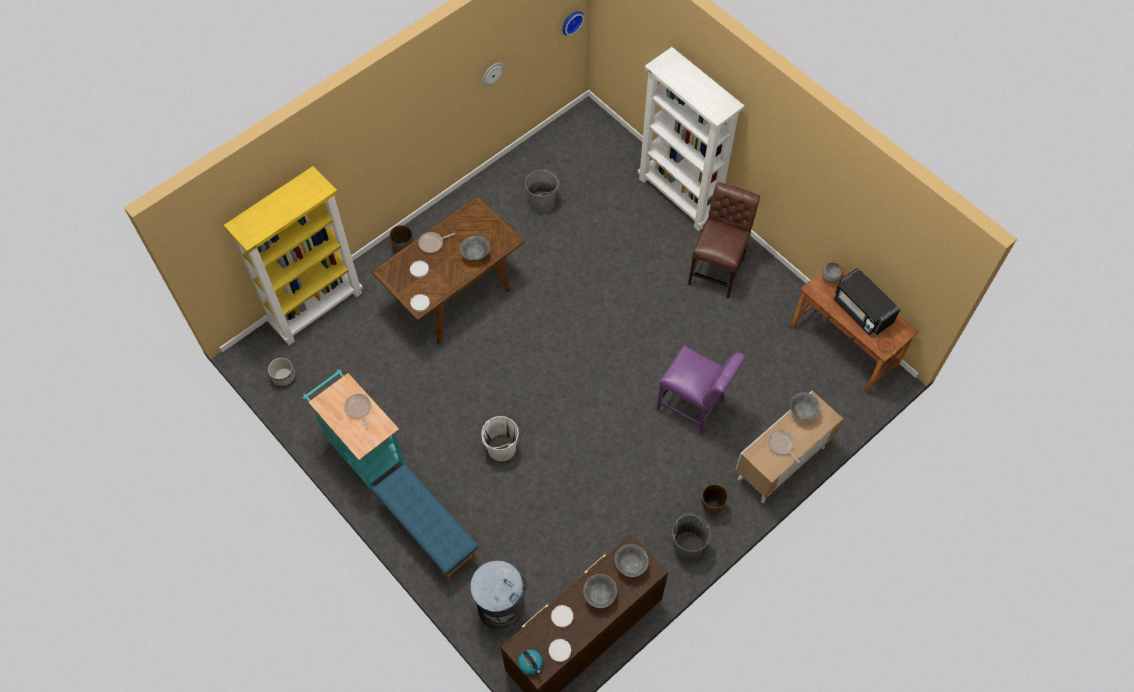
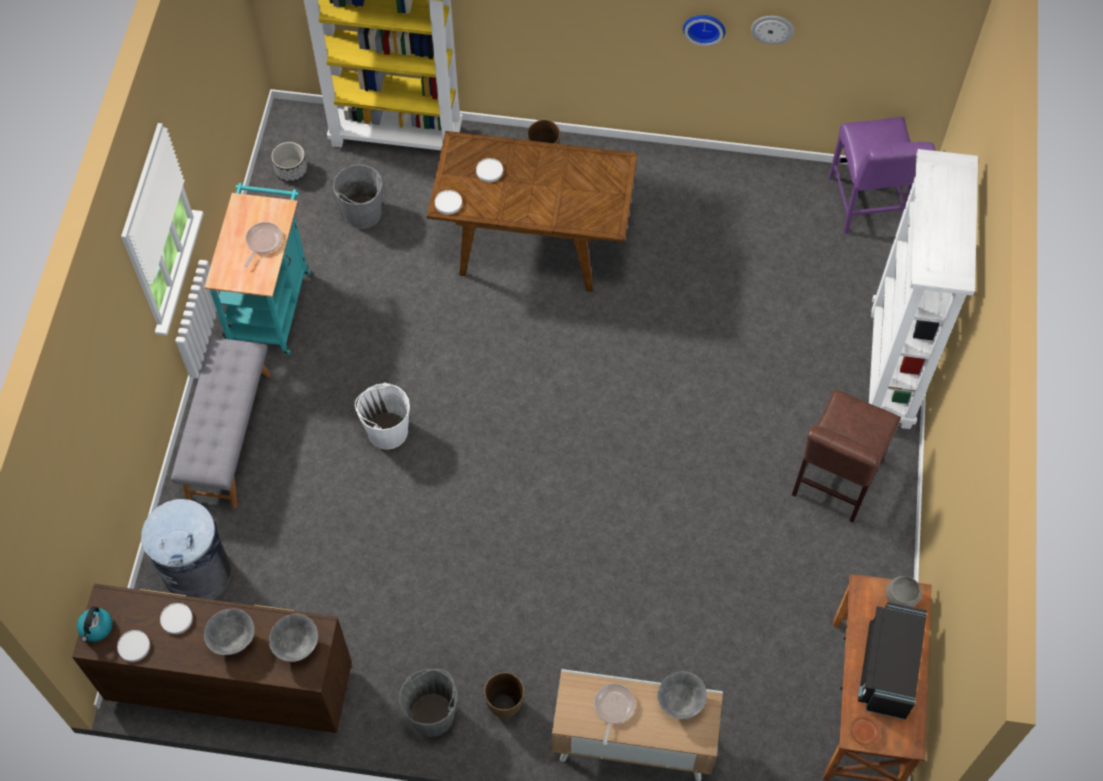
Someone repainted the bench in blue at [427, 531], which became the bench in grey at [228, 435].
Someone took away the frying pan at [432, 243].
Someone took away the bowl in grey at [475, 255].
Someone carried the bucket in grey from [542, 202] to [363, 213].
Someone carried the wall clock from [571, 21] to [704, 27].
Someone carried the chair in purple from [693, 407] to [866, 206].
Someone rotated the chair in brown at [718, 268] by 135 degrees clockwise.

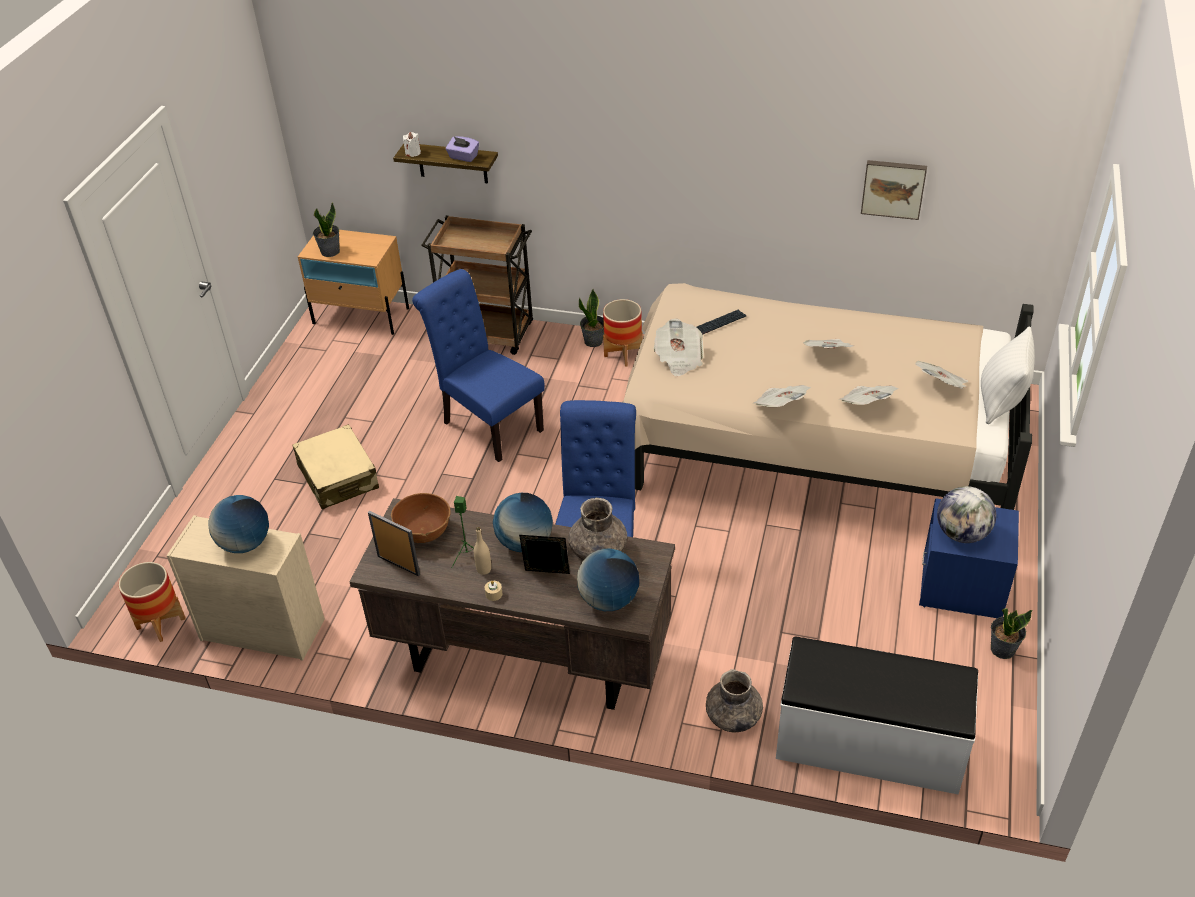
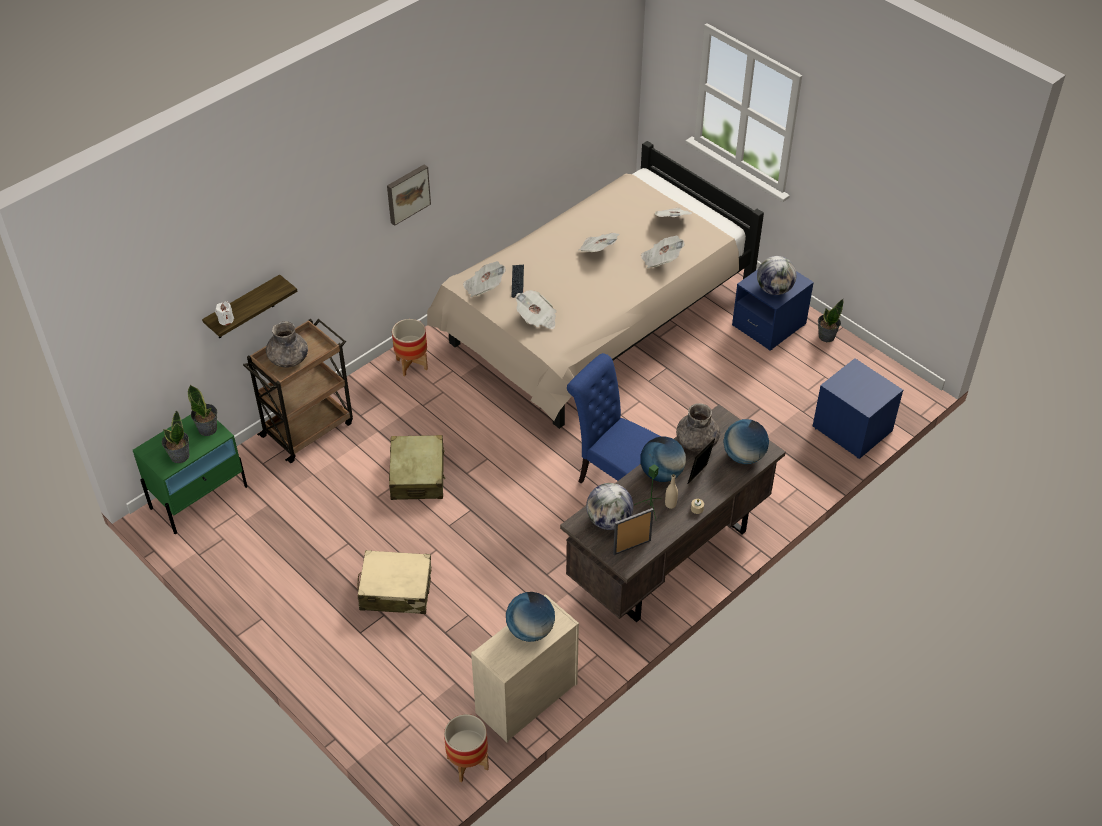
Someone repainted the nightstand in beige at [361, 316], which became the nightstand in green at [199, 497].
Someone swapped the bowl in brown at [424, 531] for the globe at [609, 521].
Someone swapped the chair in blue at [487, 424] for the suitcase in beige at [417, 475].
Someone took away the tissue box in purple at [463, 157].
Someone carried the potted plant from [593, 341] to [208, 429].
Someone carried the vase in grey from [733, 716] to [288, 359].
Someone carried the newspaper from [780, 406] to [484, 287].
Someone swapped the bench in white at [869, 744] for the nightstand in blue at [852, 429].
Someone carried the picture from [893, 188] to [407, 193].
Someone took away the pillow in white at [1000, 401].

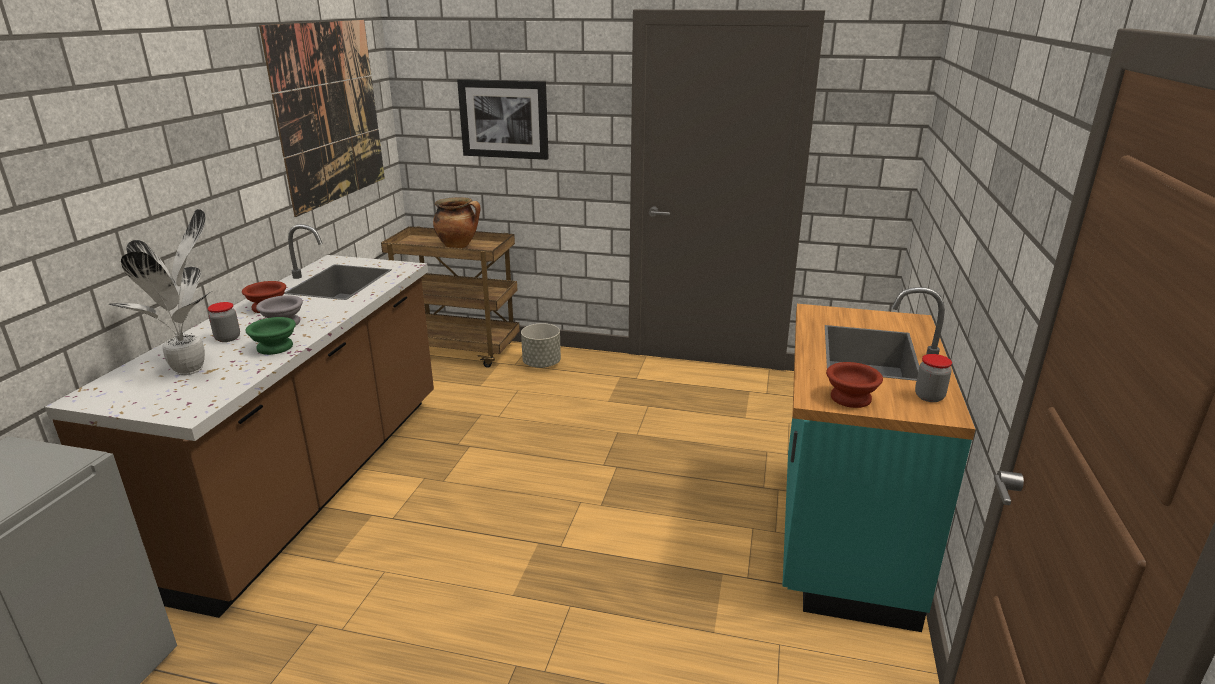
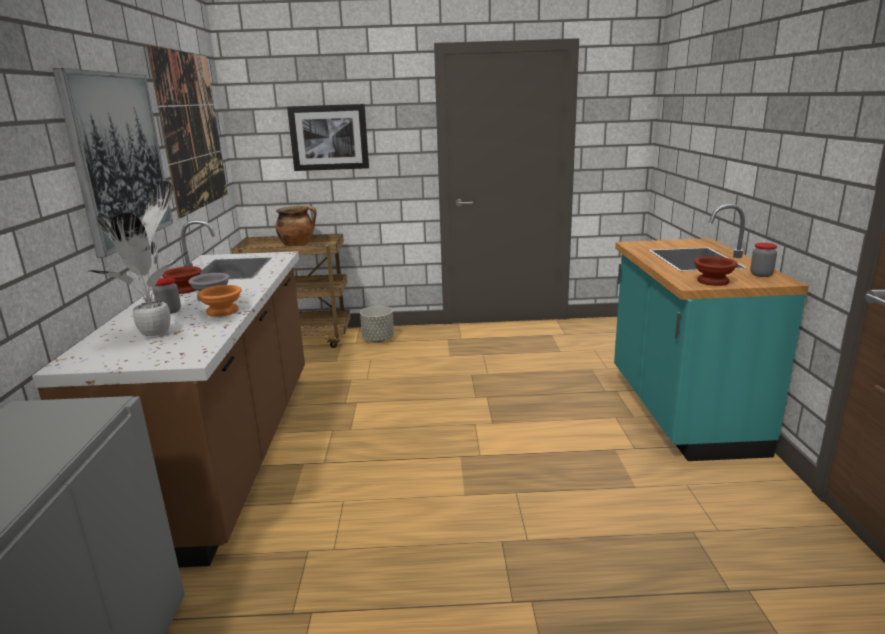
Someone repainted the bowl in green at [274, 347], which became the bowl in orange at [221, 311].
Someone put up the picture at [119, 159].

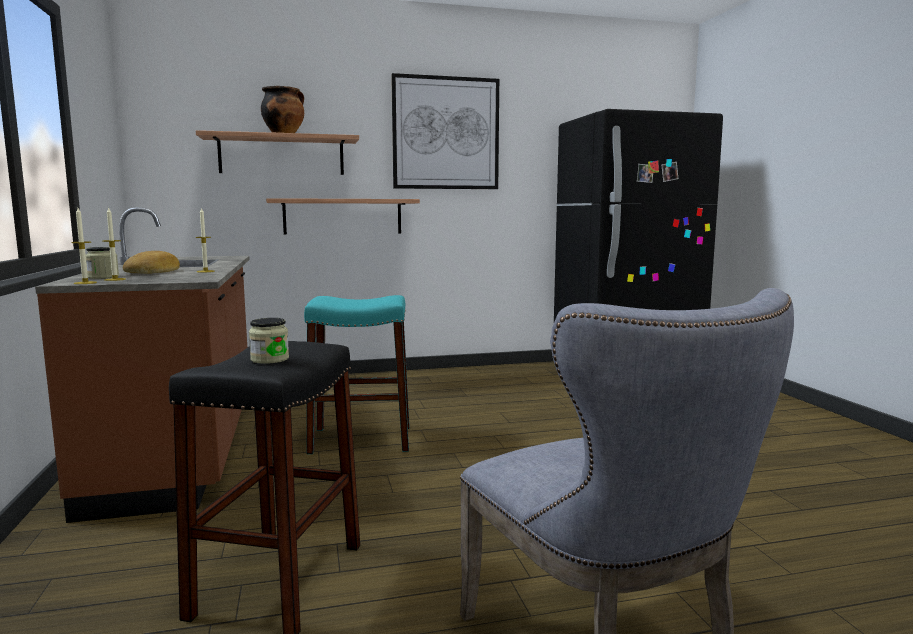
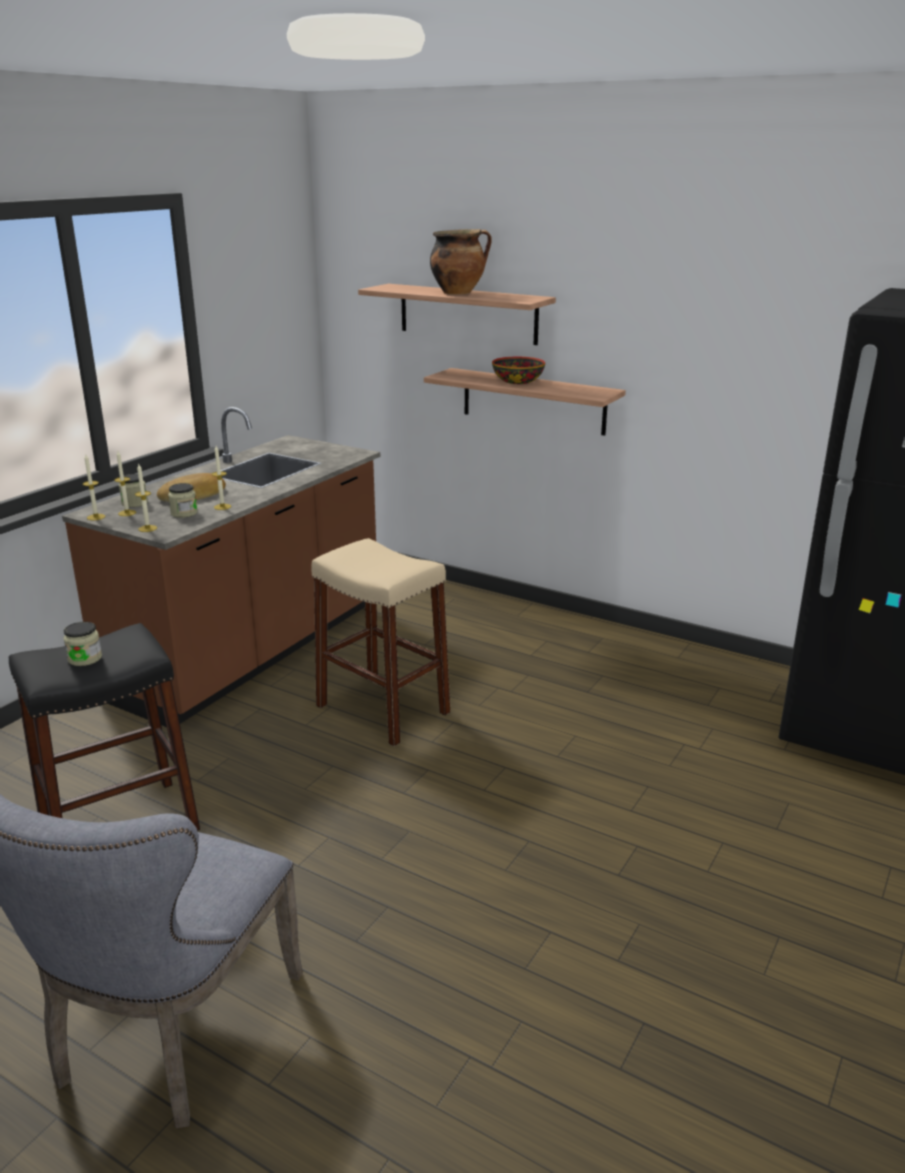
Someone repainted the stool in turquoise at [360, 439], which became the stool in beige at [382, 709].
Someone took away the picture at [446, 133].
Someone put down the candle at [147, 528].
Someone put down the jar at [184, 513].
Someone put down the bowl at [517, 381].

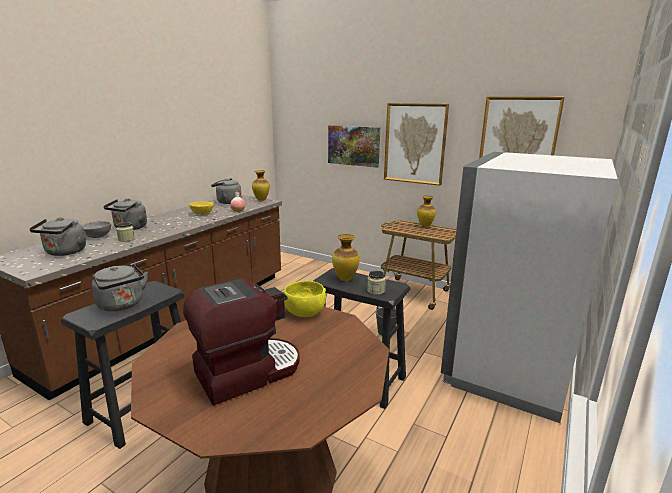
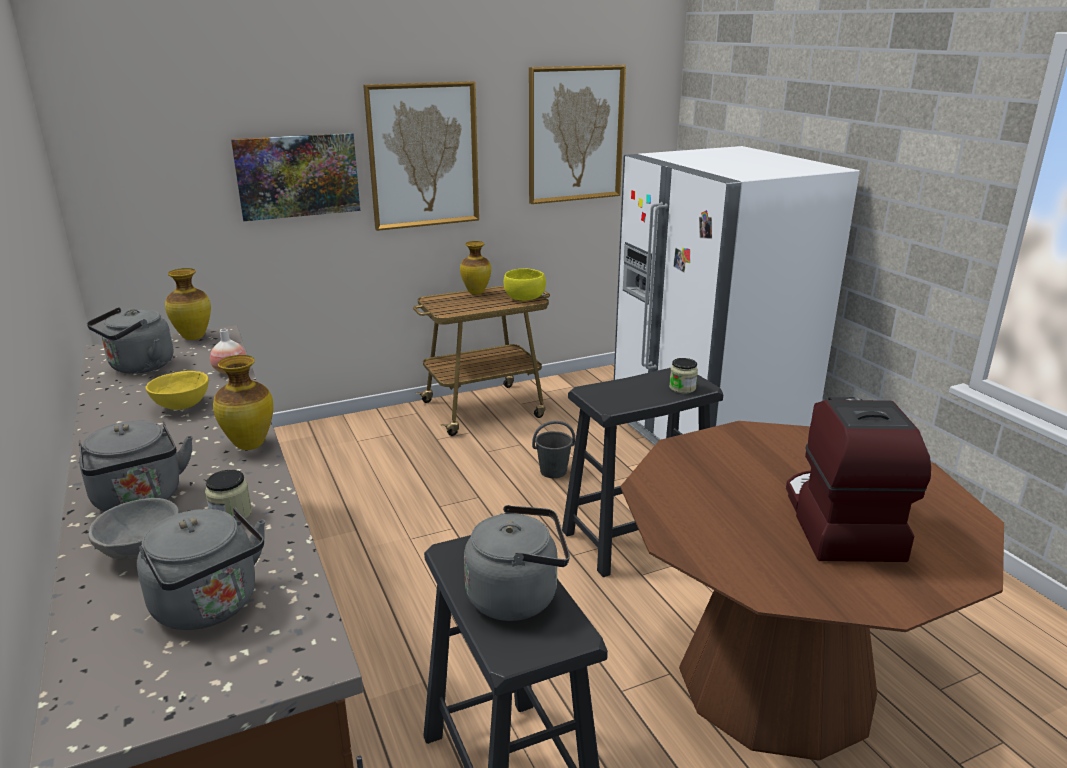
Someone carried the bowl in yellow from [305, 313] to [525, 298].
Someone carried the vase from [345, 279] to [249, 445].

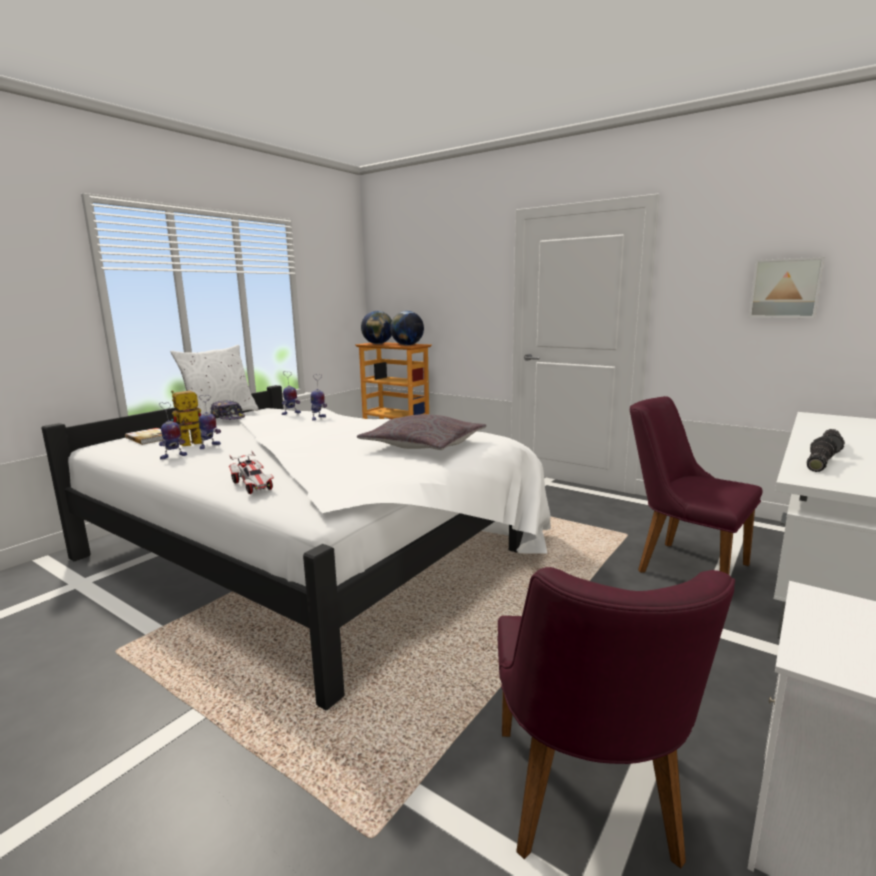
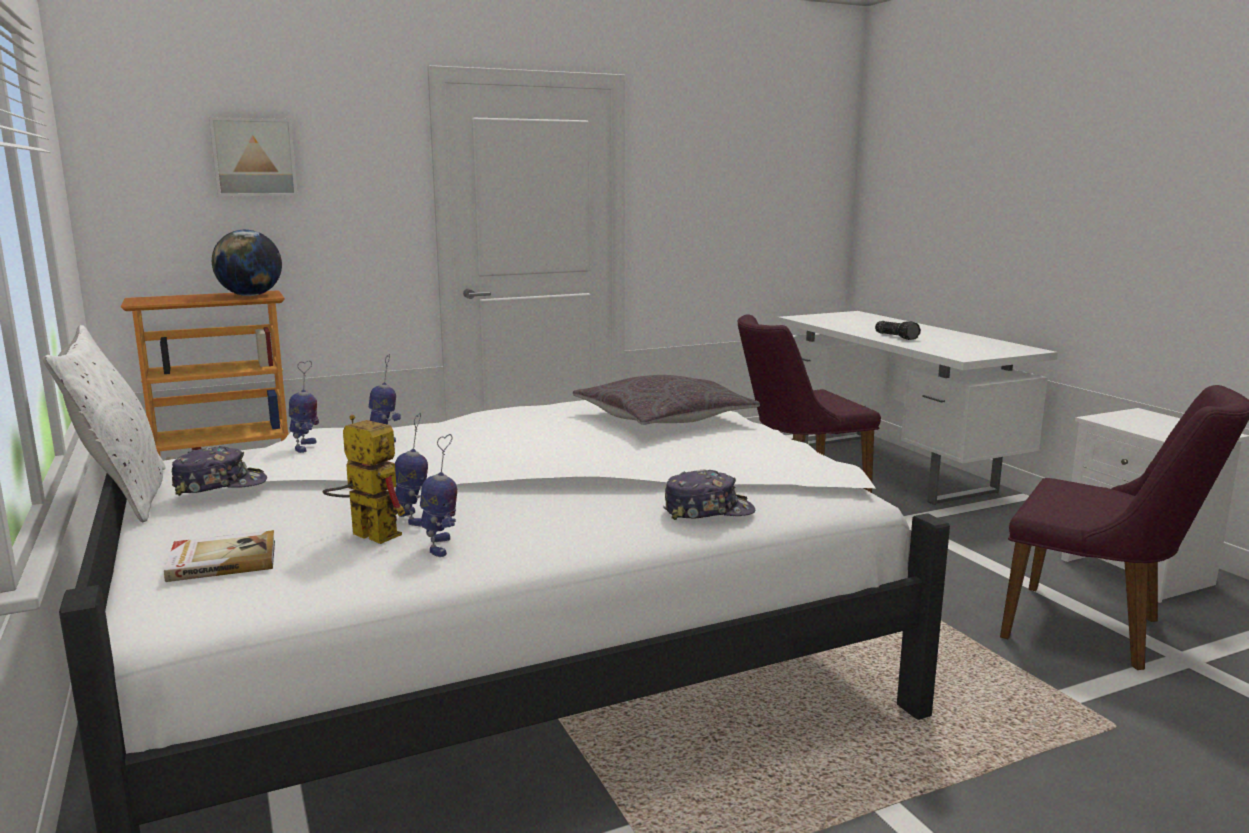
Someone rotated the toy robot at [186, 445] by 135 degrees clockwise.
Someone swapped the toy car at [253, 485] for the cap at [708, 511].
Someone took away the globe at [378, 344].
Someone carried the picture from [785, 288] to [254, 157].
Someone took away the flashlight at [817, 464].

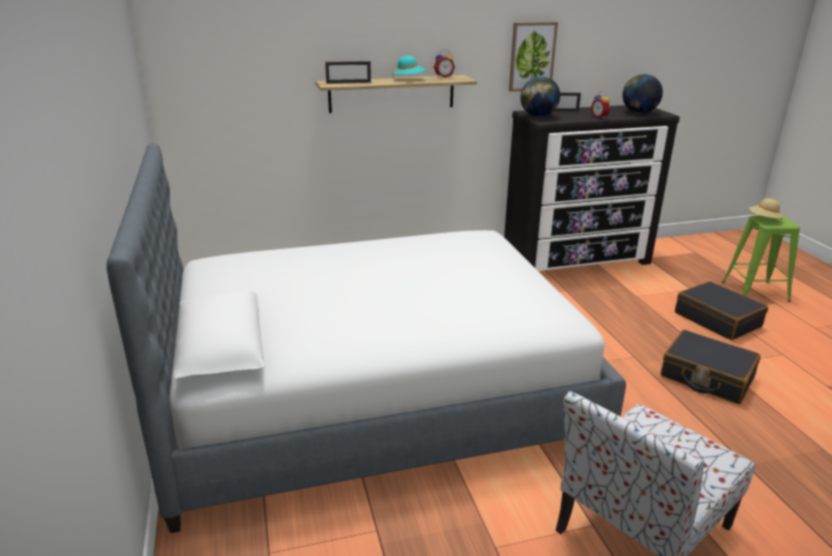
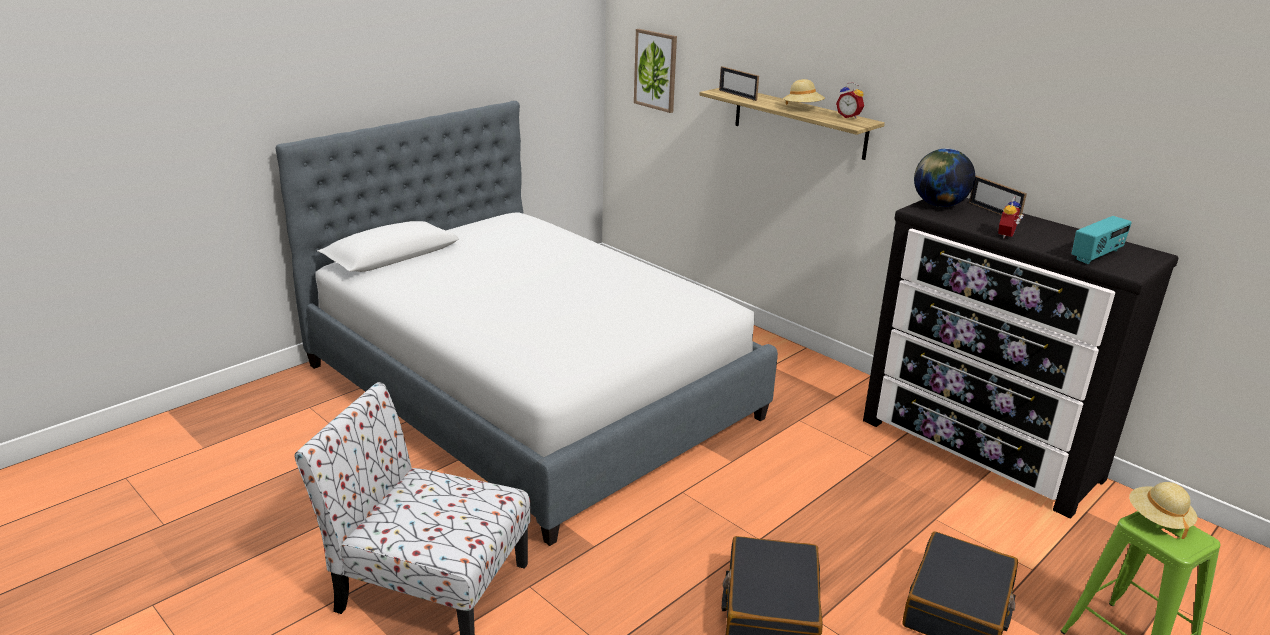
Someone repainted the hat in turquoise at [408, 79], which became the hat in beige at [802, 108].
Someone carried the picture from [532, 56] to [656, 70].
Someone swapped the globe at [639, 112] for the radio at [1097, 255].

